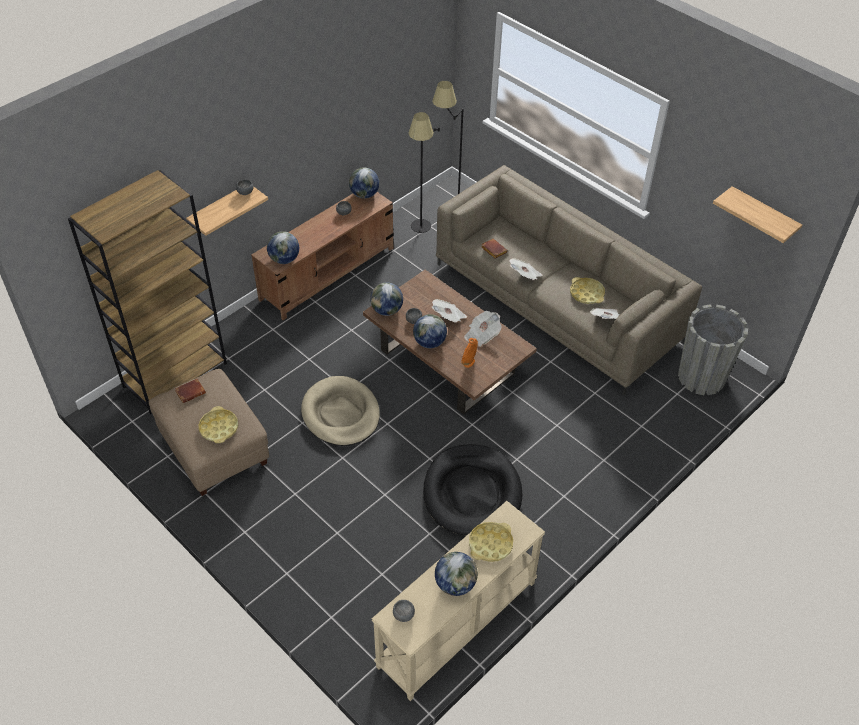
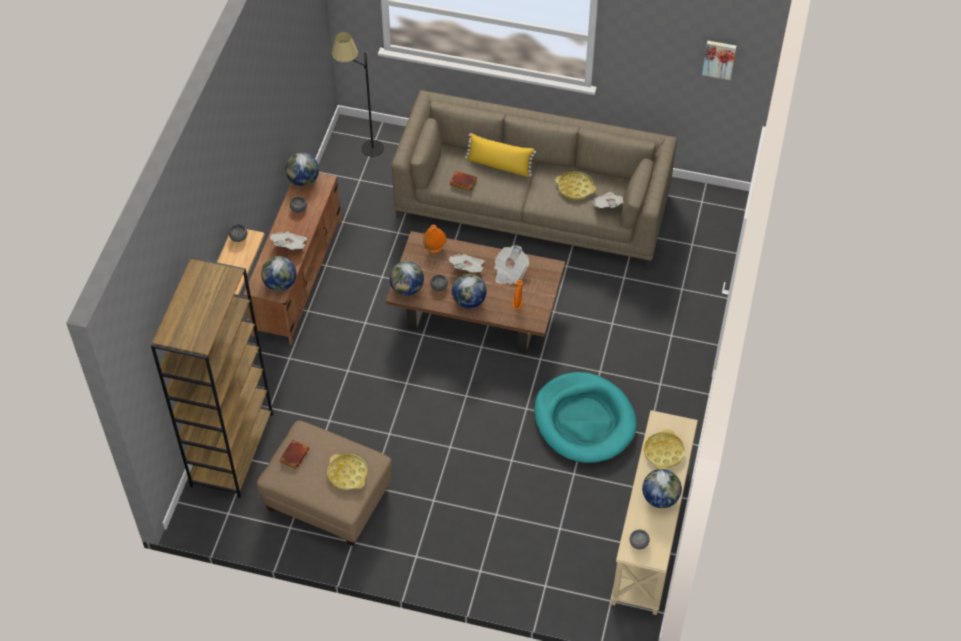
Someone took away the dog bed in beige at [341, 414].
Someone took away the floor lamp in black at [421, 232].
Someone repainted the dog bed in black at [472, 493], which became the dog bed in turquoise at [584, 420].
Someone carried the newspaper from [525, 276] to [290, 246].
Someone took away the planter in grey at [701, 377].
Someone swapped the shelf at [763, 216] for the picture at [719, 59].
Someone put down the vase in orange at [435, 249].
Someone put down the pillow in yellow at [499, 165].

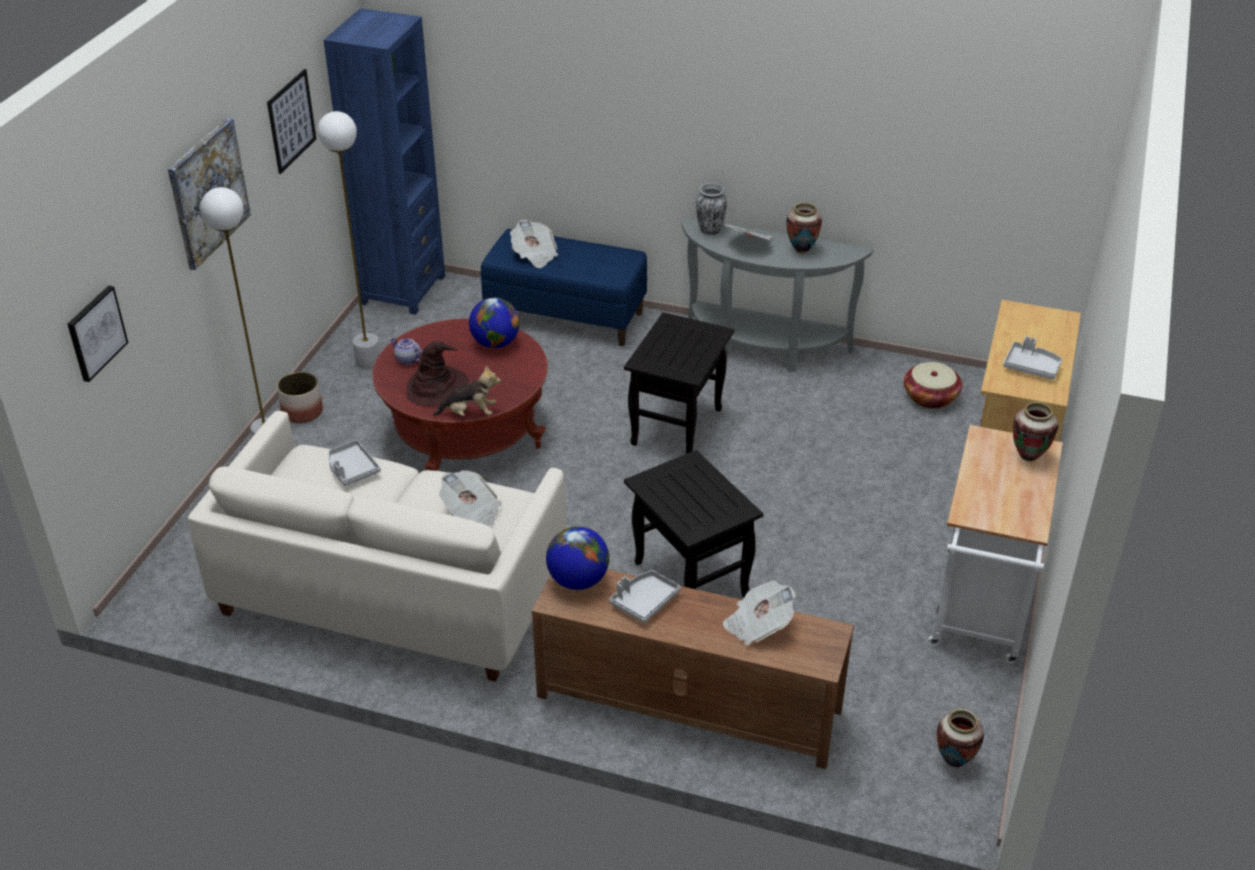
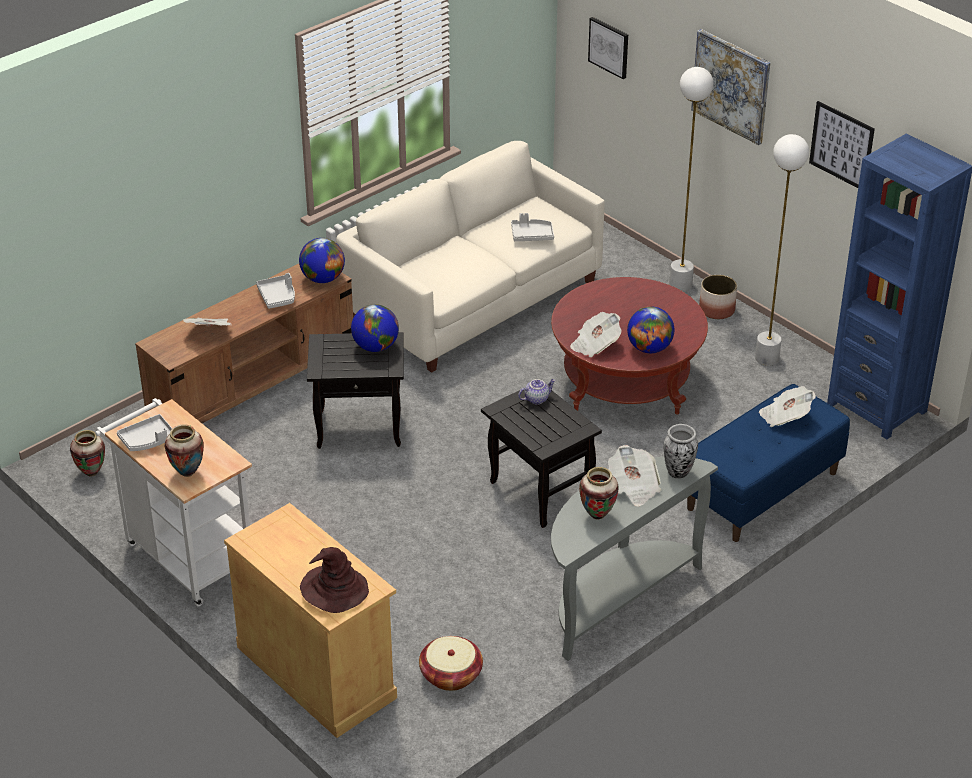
Someone carried the teapot from [407, 360] to [536, 399].
Someone carried the hat in brown from [437, 387] to [333, 590].
Someone took away the plush toy at [470, 413].
Someone carried the newspaper from [472, 512] to [595, 345].
Someone carried the tray in grey from [1031, 367] to [148, 440].
Someone put down the globe at [375, 347].

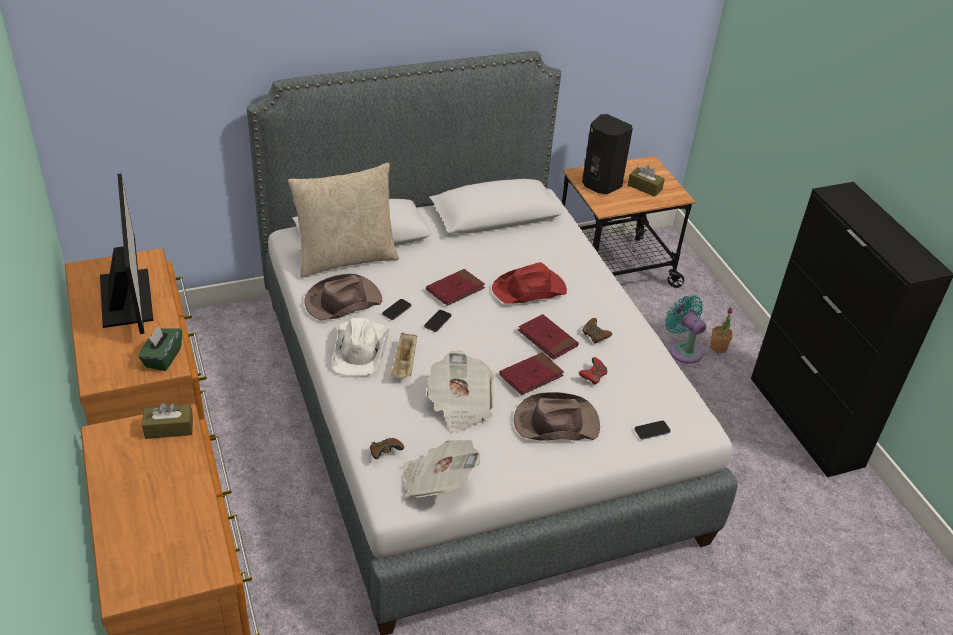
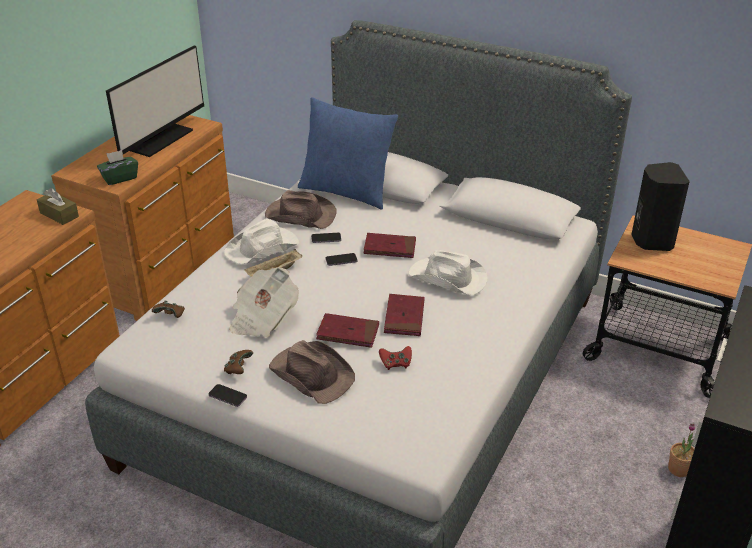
Someone repainted the pillow in beige at [345, 258], which became the pillow in blue at [347, 191].
Someone took away the newspaper at [437, 481].
Someone repainted the hat in red at [530, 290], which became the hat in white at [448, 278].
Someone carried the game controller in brown from [594, 336] to [238, 369].
Someone took away the tissue box in brown at [644, 187].
Someone carried the phone from [652, 431] to [227, 396].
Someone took away the fan in turquoise at [683, 349].

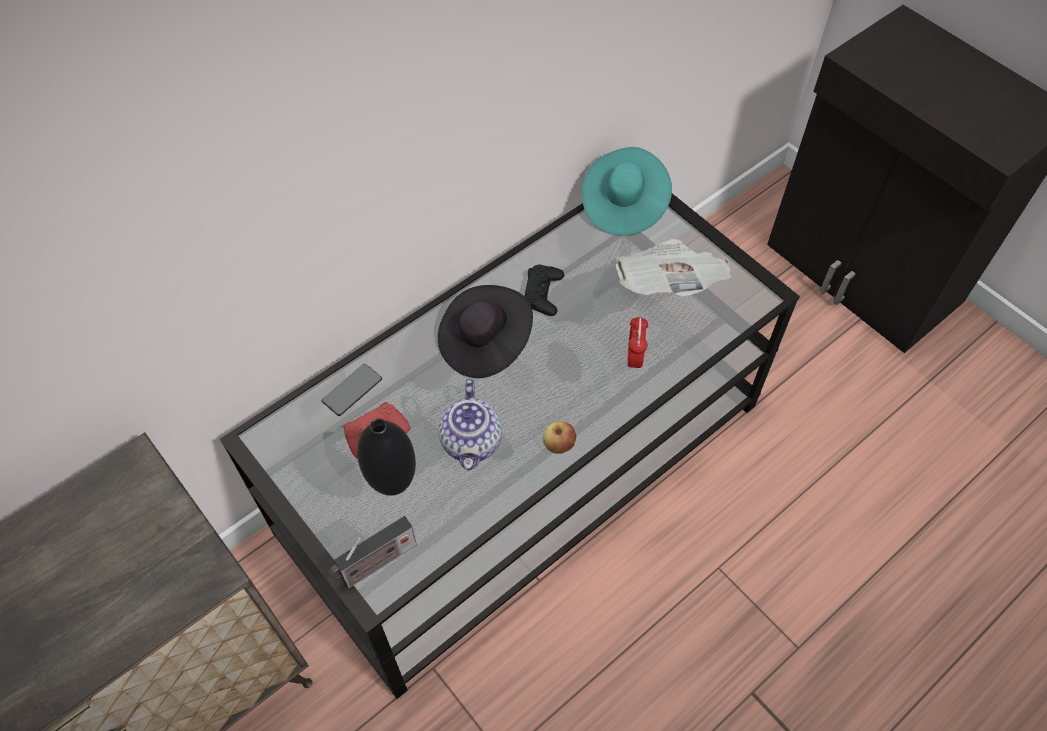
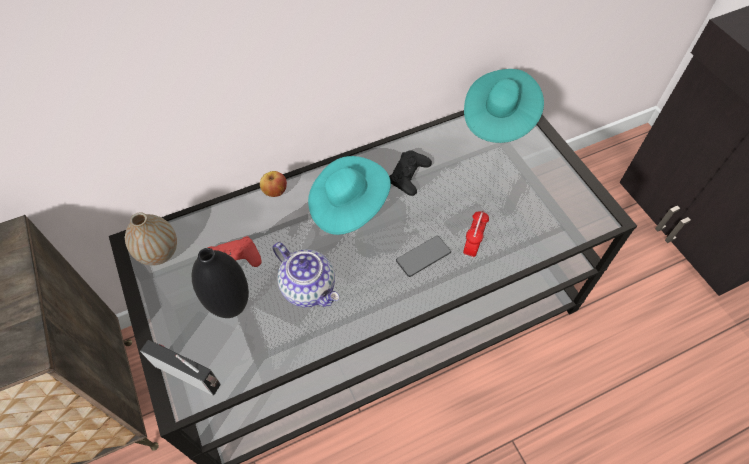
Someone carried the phone from [352, 390] to [423, 256].
Someone rotated the radio at [376, 564] by 135 degrees counterclockwise.
Someone repainted the hat in black at [484, 343], which became the hat in turquoise at [347, 206].
Someone rotated the teapot at [472, 442] by 60 degrees counterclockwise.
Someone carried the apple from [558, 444] to [275, 191].
Someone took away the newspaper at [667, 286].
Someone put down the vase at [159, 253].

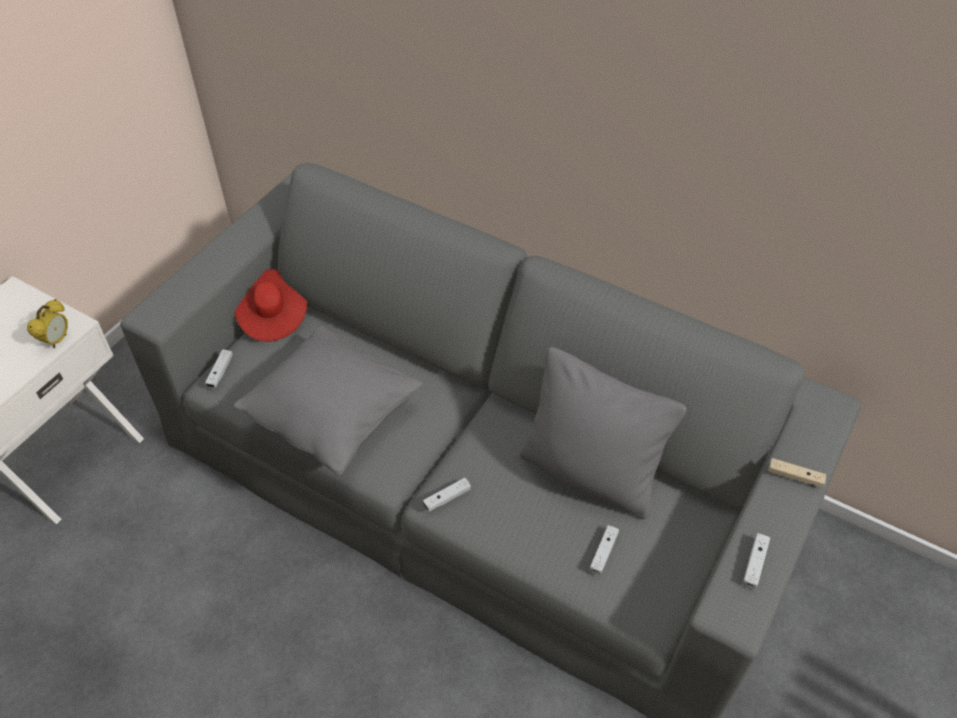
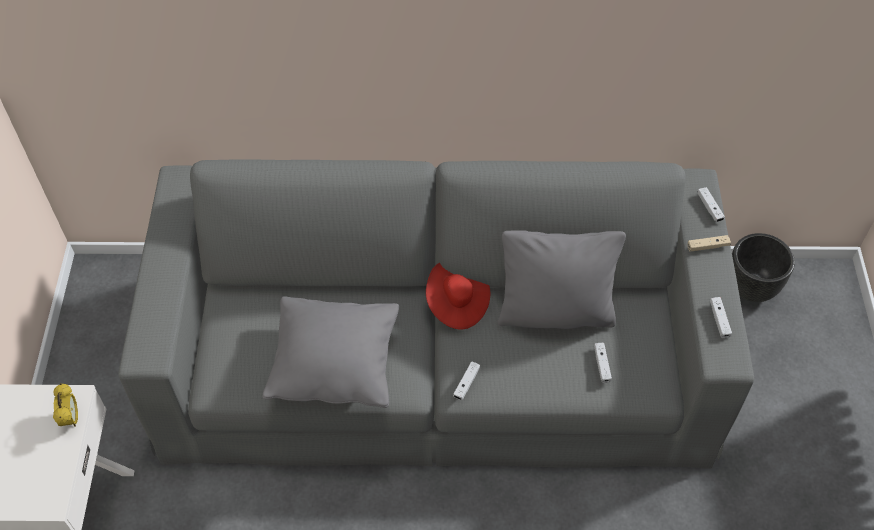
Someone carried the game controller in white from [220, 372] to [709, 208].
Someone carried the hat in red from [272, 317] to [456, 303].
Someone put down the planter in black at [750, 288].

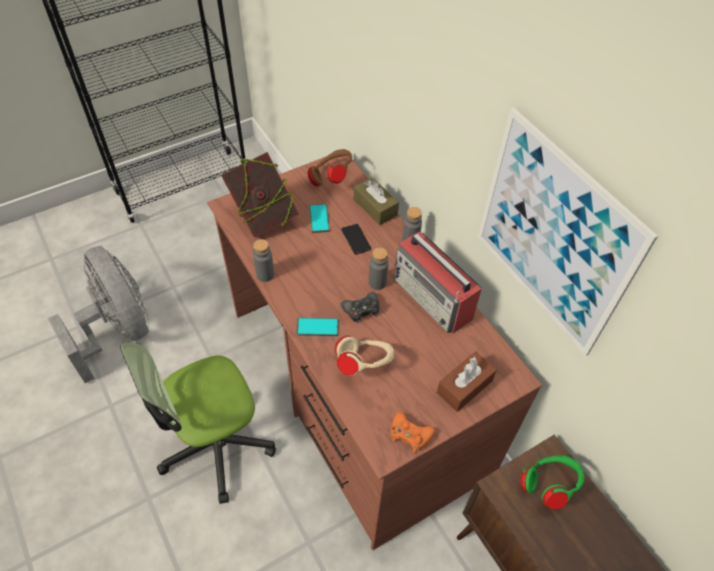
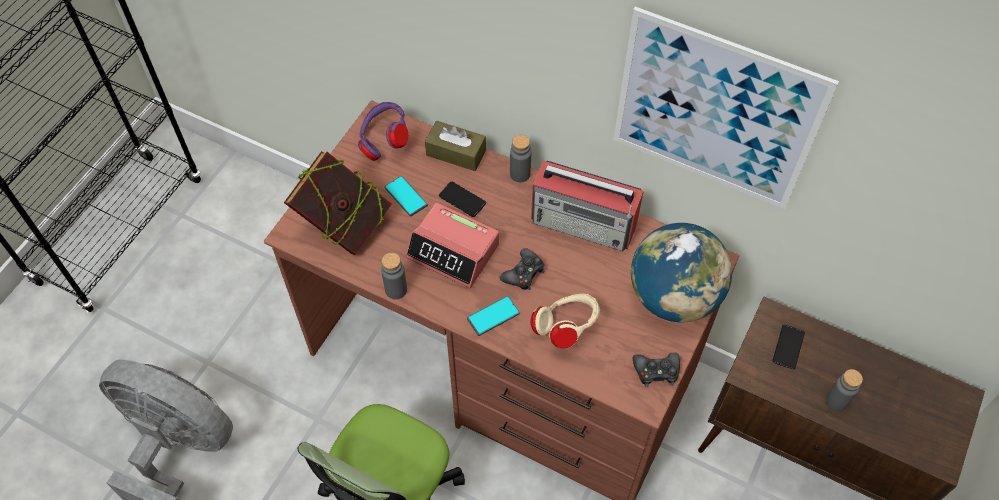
Someone repainted the headphones in brown at [331, 178], which became the headphones in purple at [384, 142].
Someone carried the bottle in grey from [377, 282] to [836, 401].
Someone repainted the game controller in orange at [409, 434], which became the game controller in black at [656, 371].
Someone swapped the tissue box in brown at [464, 386] for the globe at [673, 296].
Someone swapped the headphones in green at [548, 485] for the phone at [788, 347].
Someone put down the alarm clock at [453, 251].

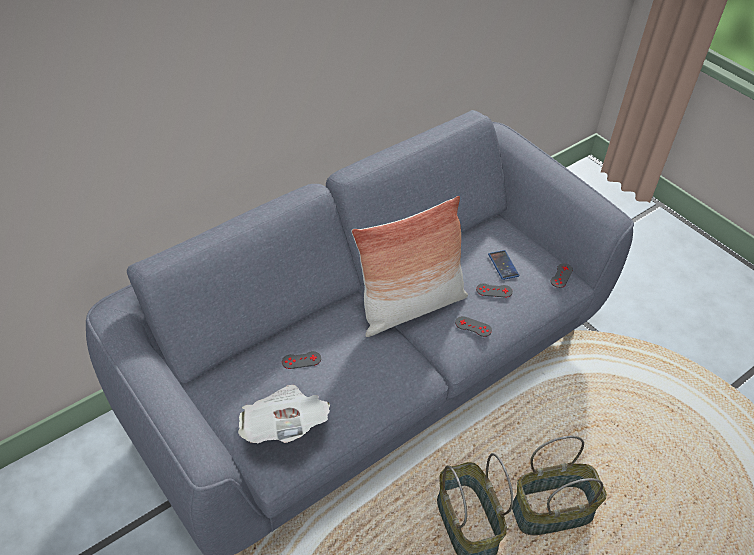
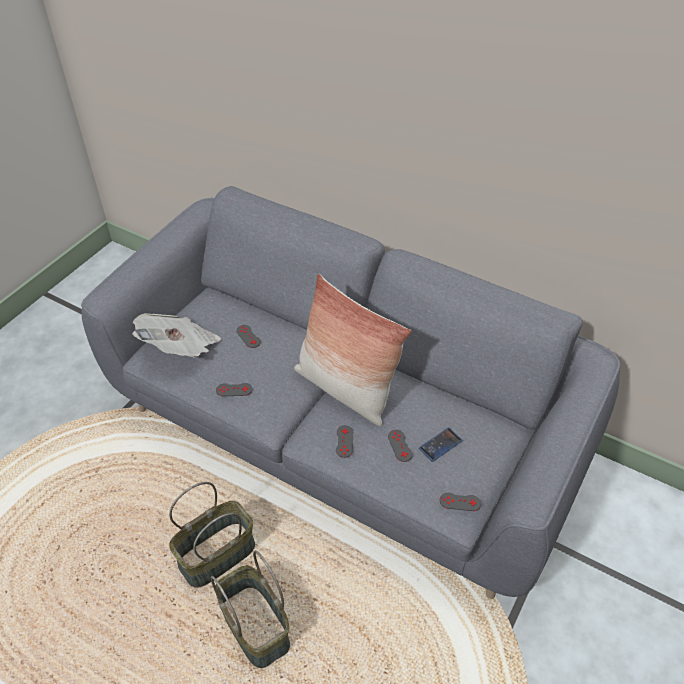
Someone put down the game controller in grey at [234, 390].

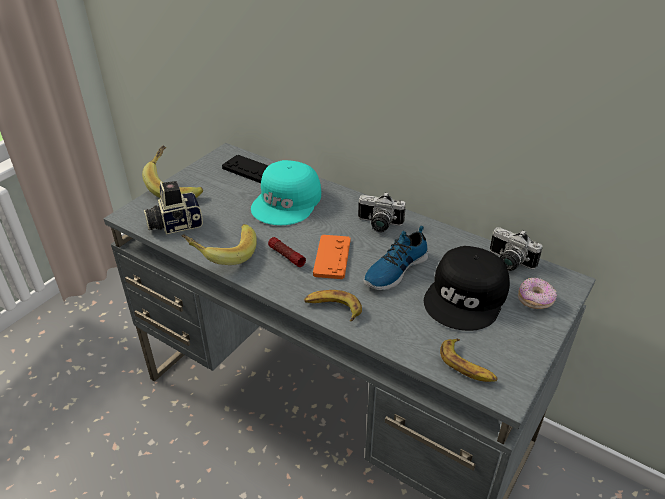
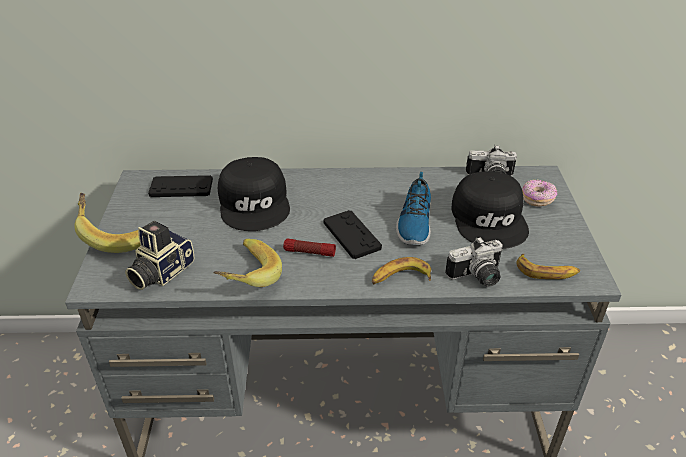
Someone repainted the cap in turquoise at [288, 202], which became the cap in black at [255, 203].
Someone repainted the game controller in orange at [332, 257], which became the game controller in black at [351, 235].
Someone carried the photo camera from [378, 225] to [477, 277].

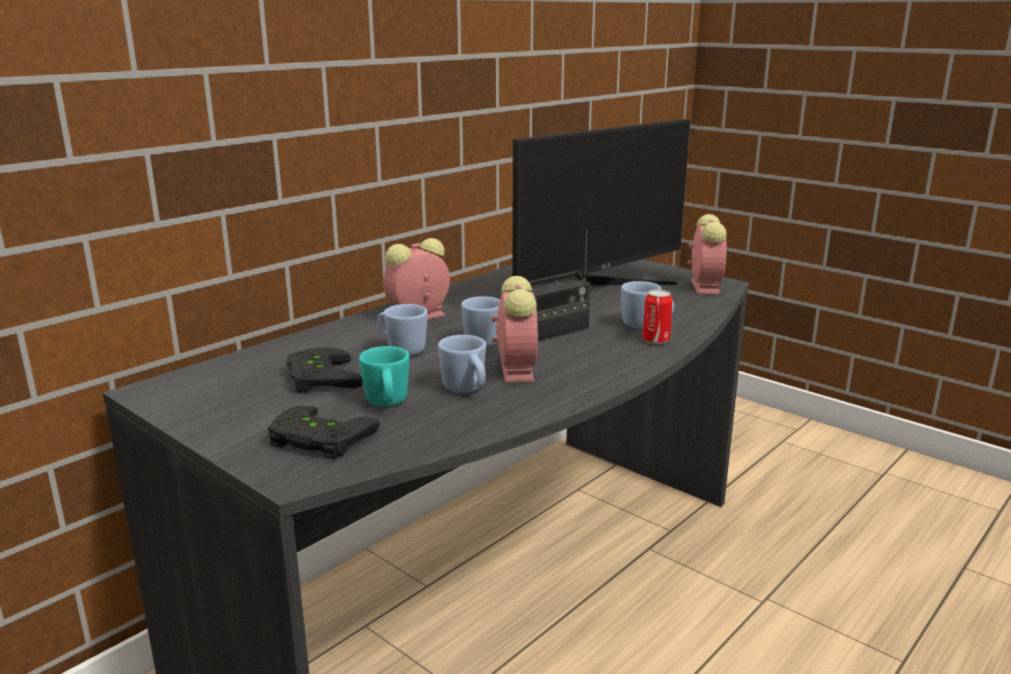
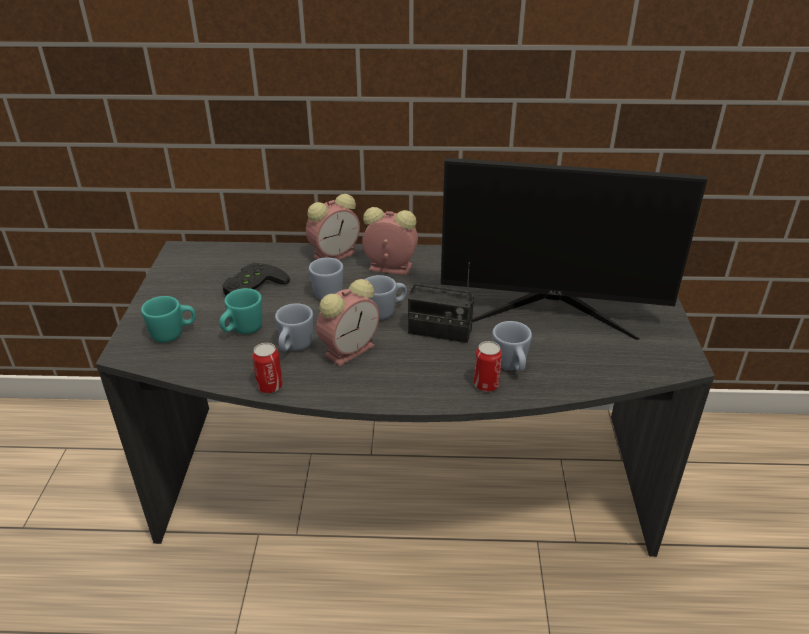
Someone swapped the game controller in black at [317, 440] for the mug in turquoise at [173, 334].
Someone carried the alarm clock from [704, 286] to [335, 254].
Someone put down the can at [270, 386].

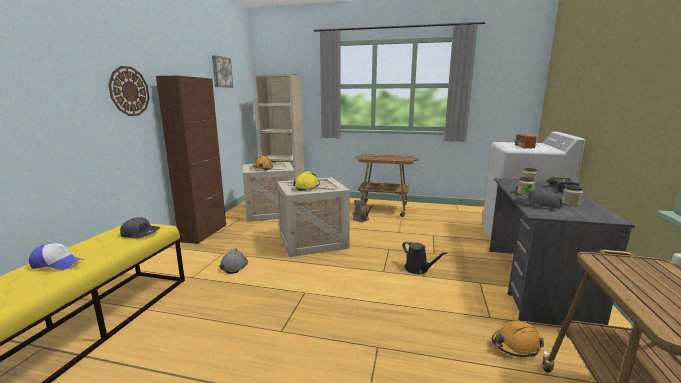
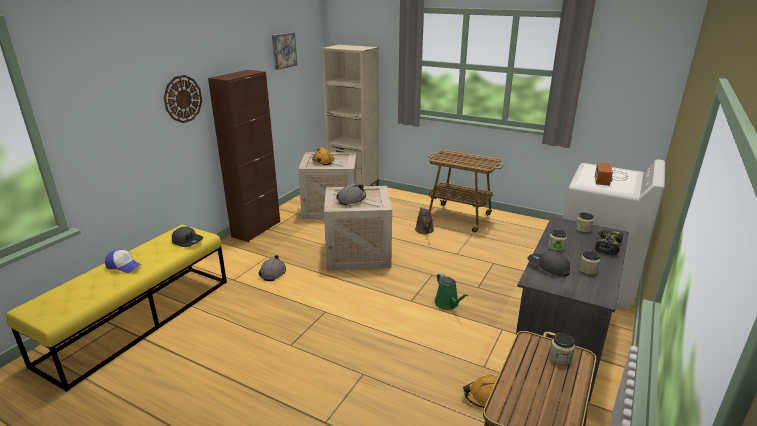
Someone repainted the hard hat in yellow at [307, 186], which became the hard hat in grey at [351, 199].
Someone repainted the watering can in black at [418, 269], which became the watering can in green at [448, 304].
Someone put down the jar at [560, 357].

